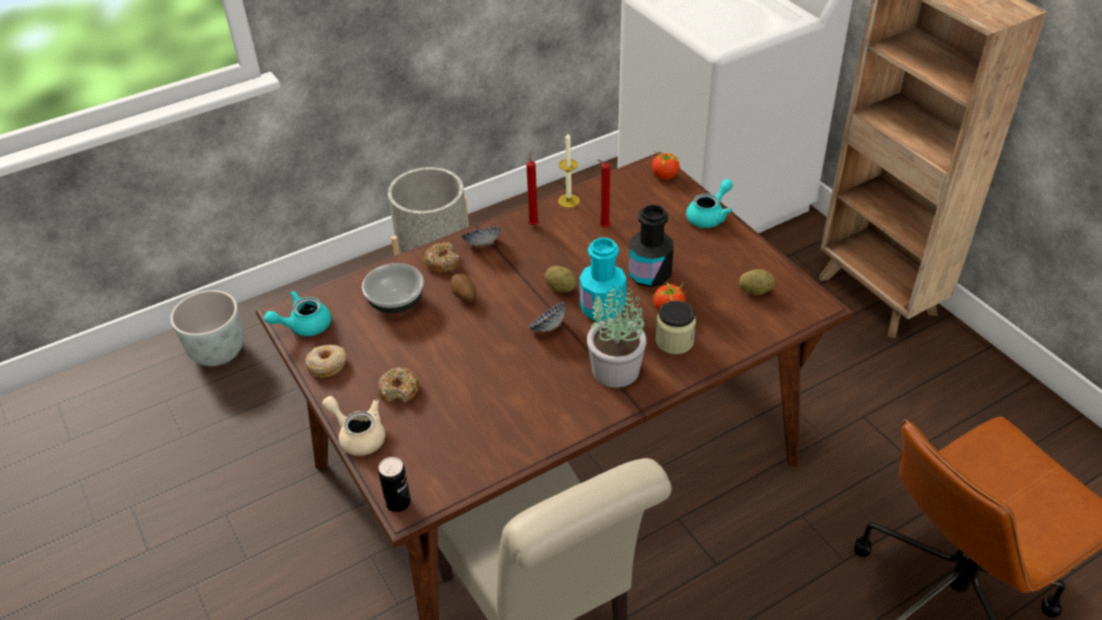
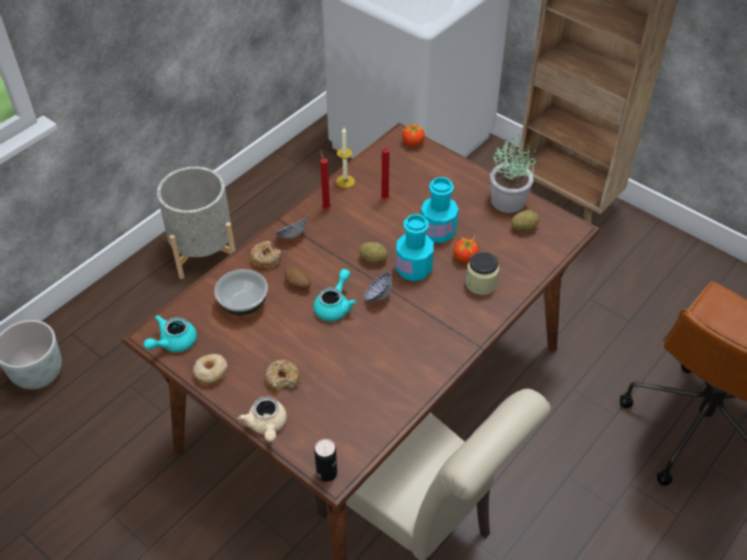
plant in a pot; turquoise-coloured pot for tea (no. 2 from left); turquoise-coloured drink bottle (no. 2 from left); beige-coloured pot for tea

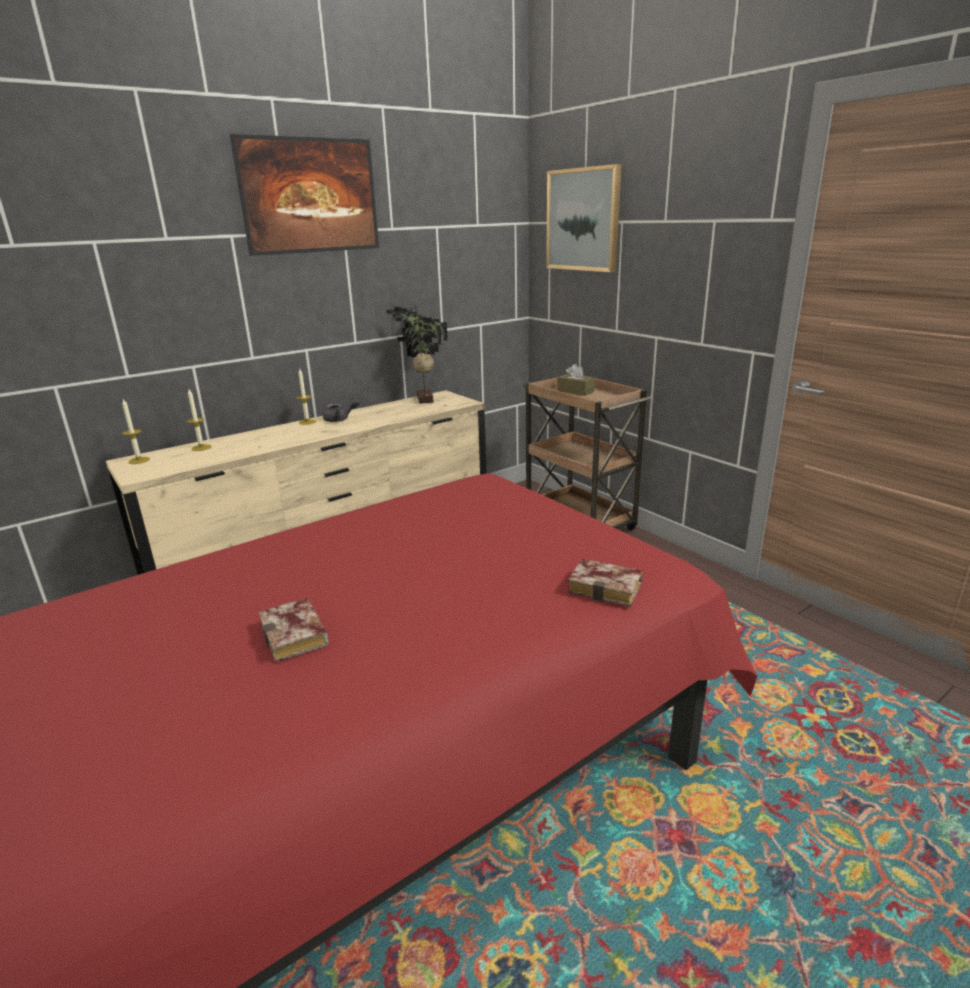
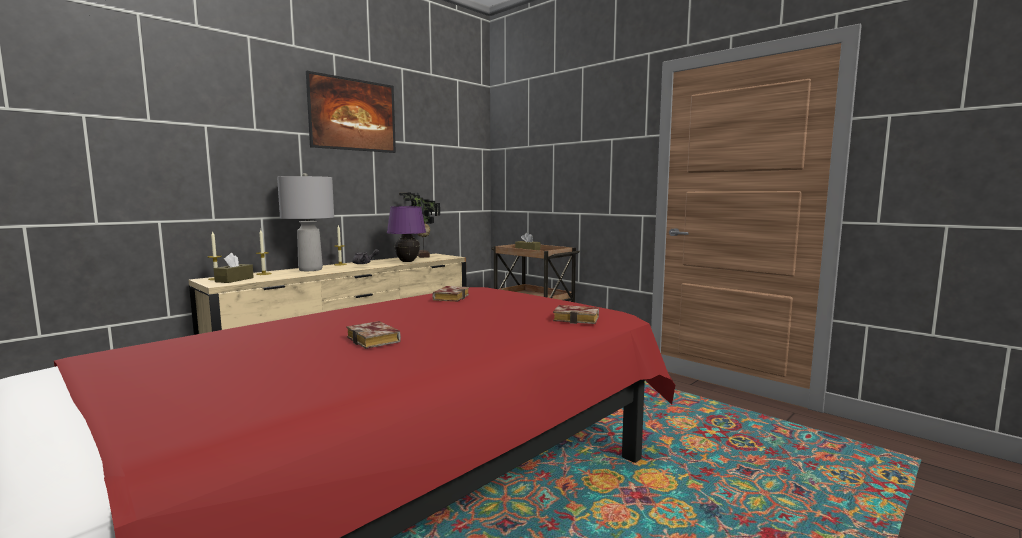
wall art (no. 2 from left in the first image); brown tissue holder (no. 1 from left); grey lamp for a table; purplish lamp for a table; volume (no. 2 from left)

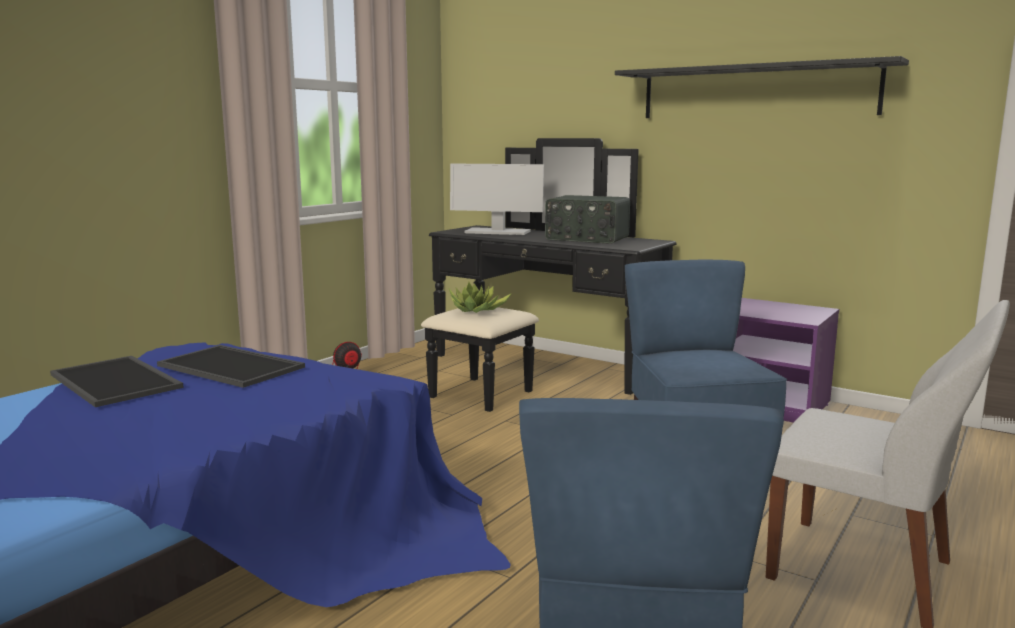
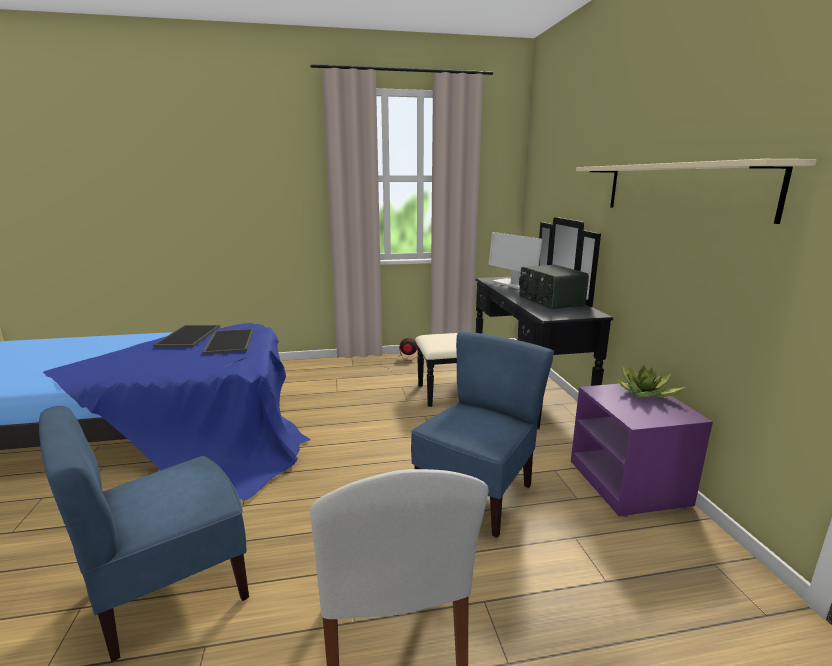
plant in a pot; beige-coloured shelf

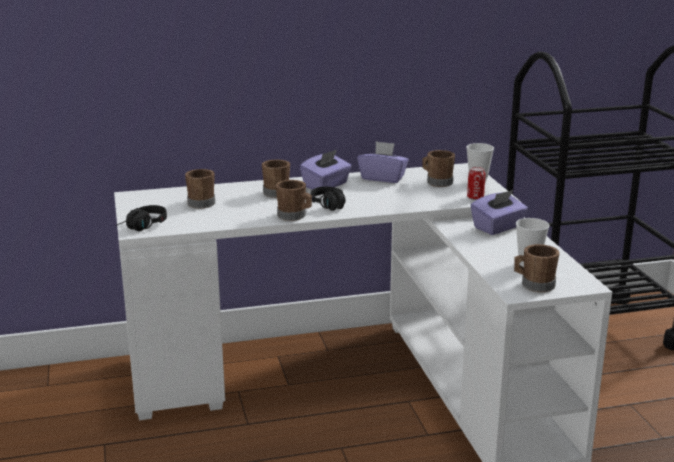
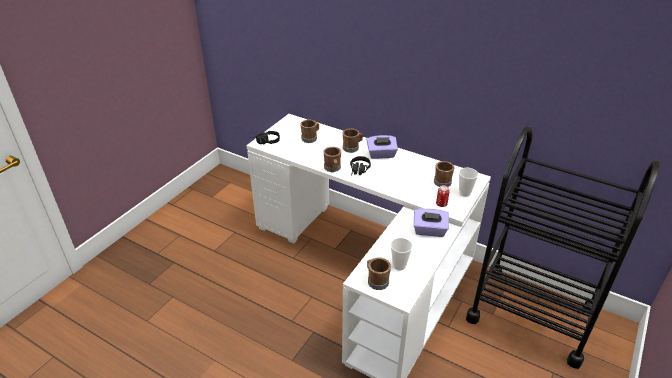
purplish tissue holder (no. 2 from left in the first image)

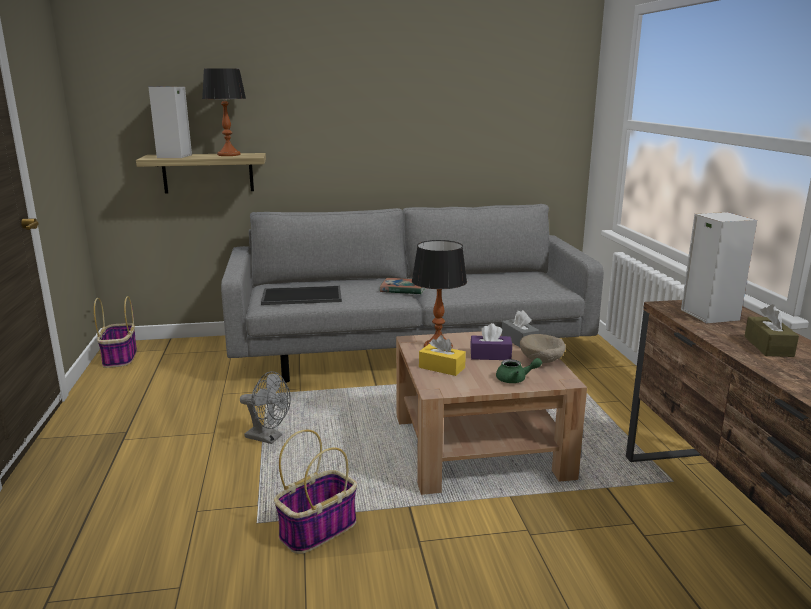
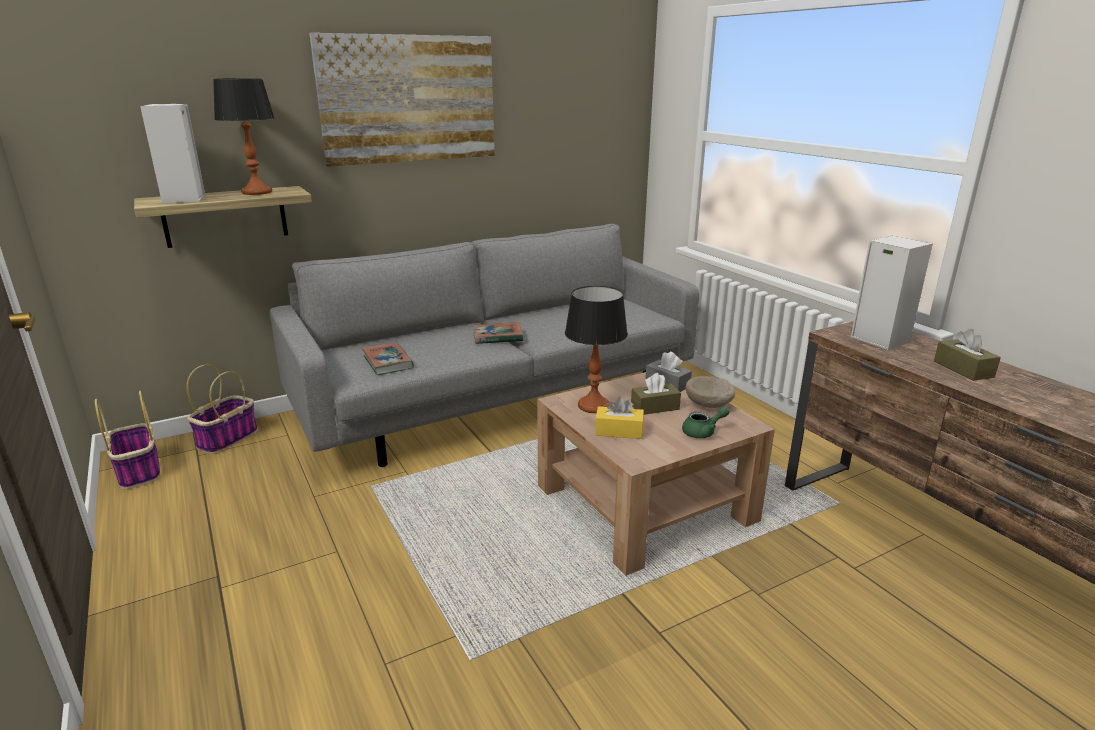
grey fan; wall art; household basket (no. 2 from left); volume (no. 1 from left); brown tissue holder (no. 1 from left)

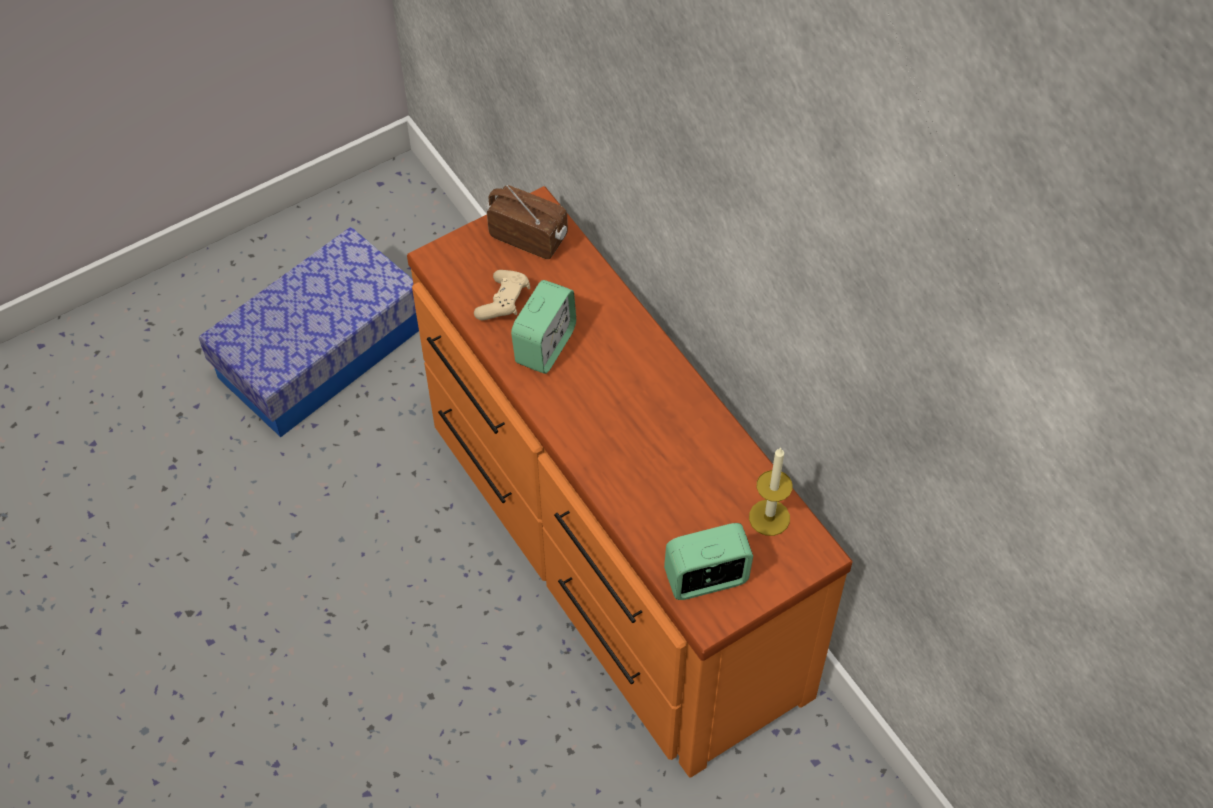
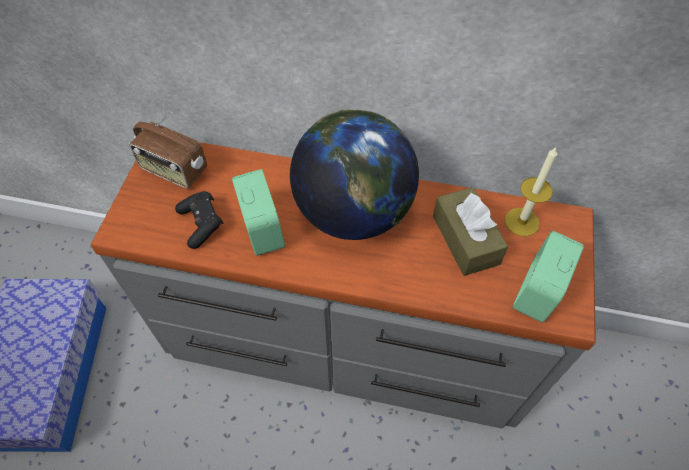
globe; brown tissue holder; grey dresser; black joypad; radio

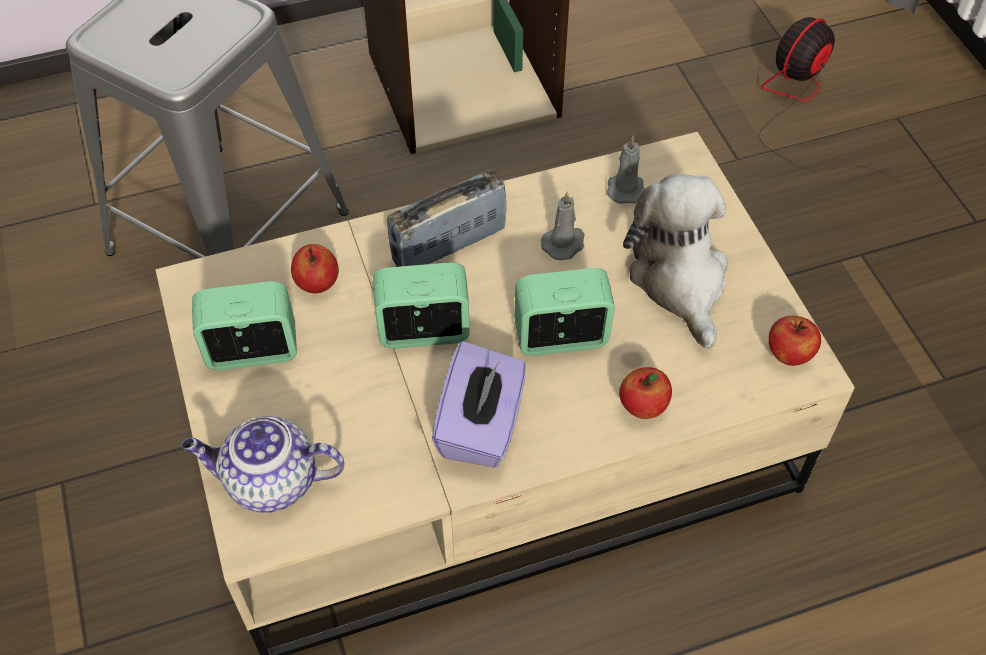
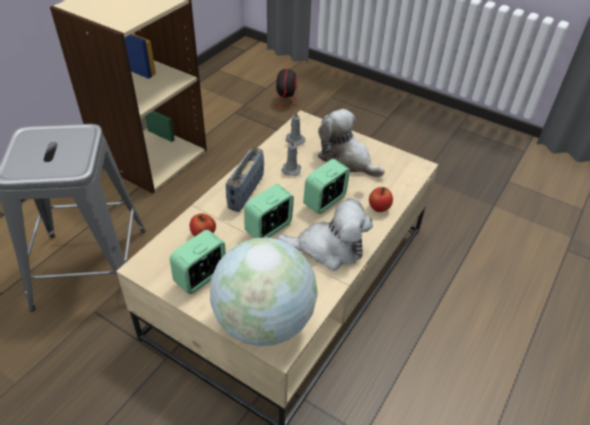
apple (no. 3 from left in the first image); globe; cuddly toy (no. 1 from left)

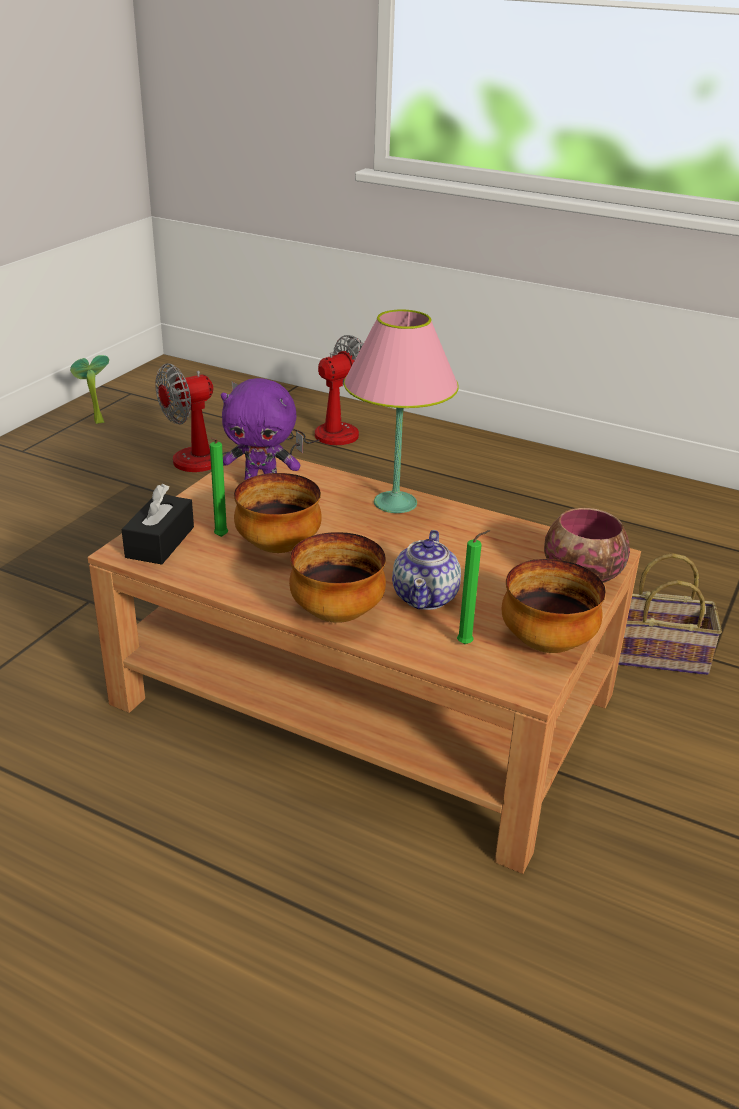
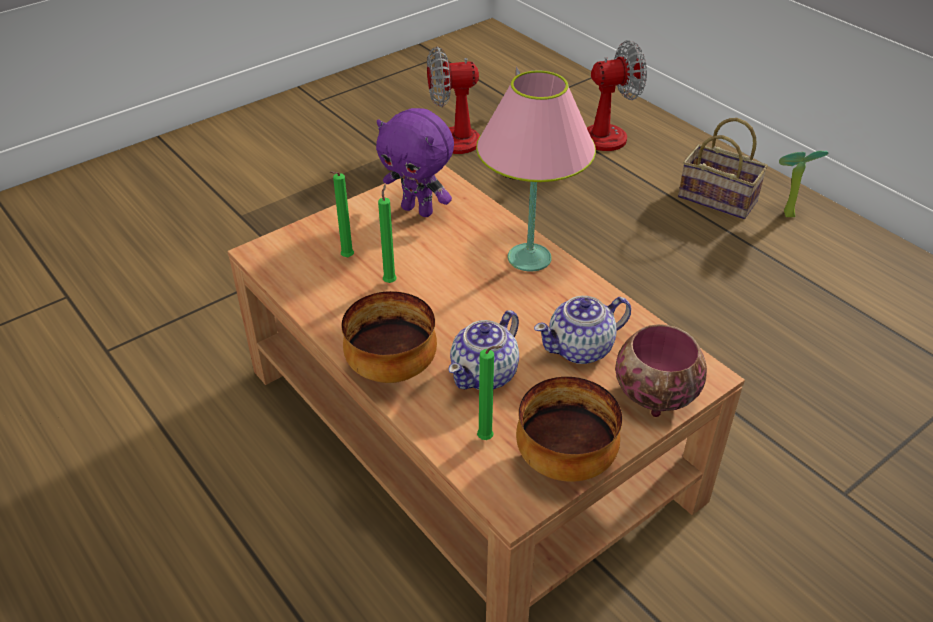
black tissue holder; pot for tea (no. 2 from left); plant in a pot; household basket; greenish wax light (no. 2 from left)

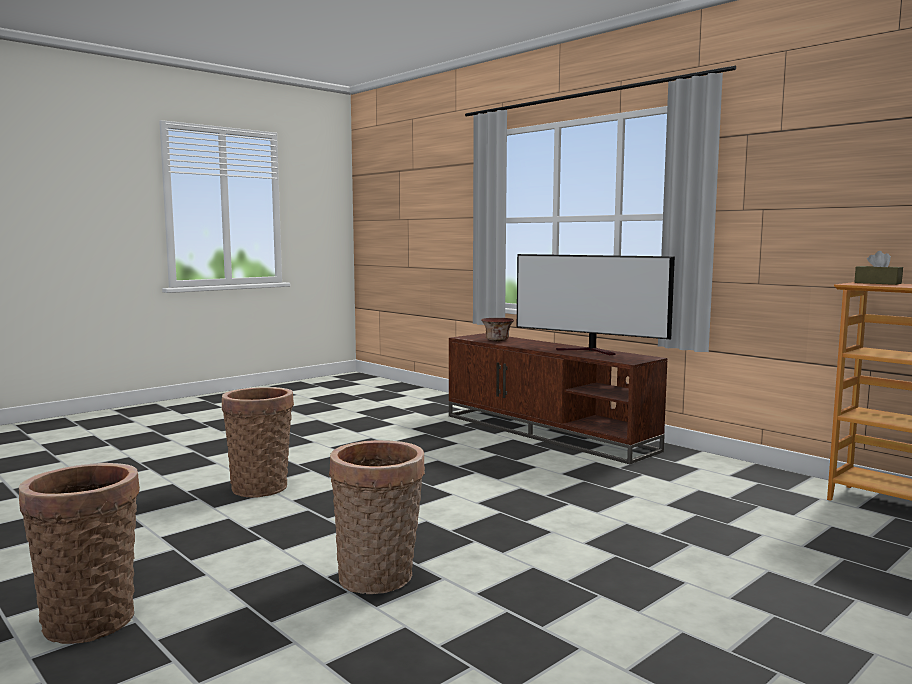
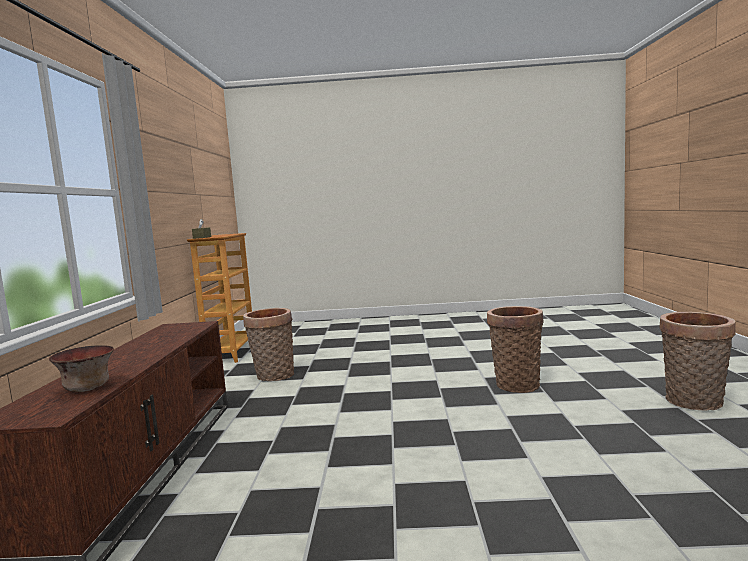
television; household basket (no. 1 from left)

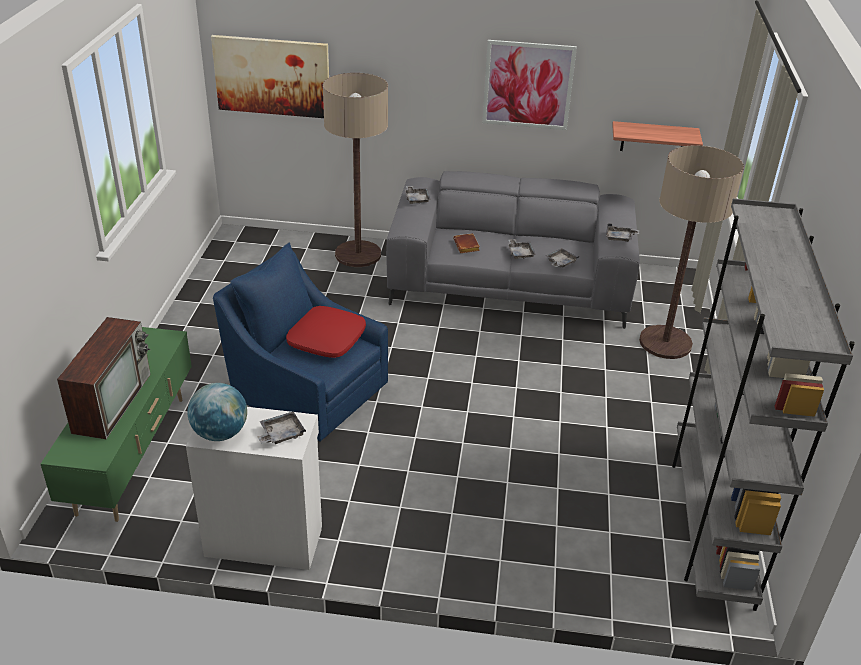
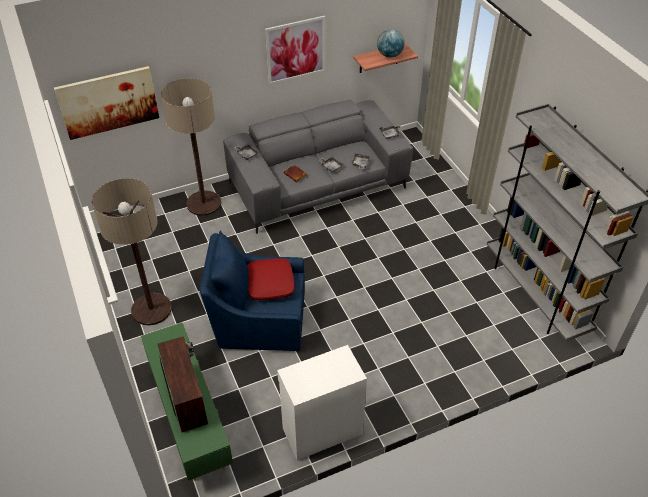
grey serving tray (no. 1 from left in the first image); globe; standard lamp (no. 1 from left)

